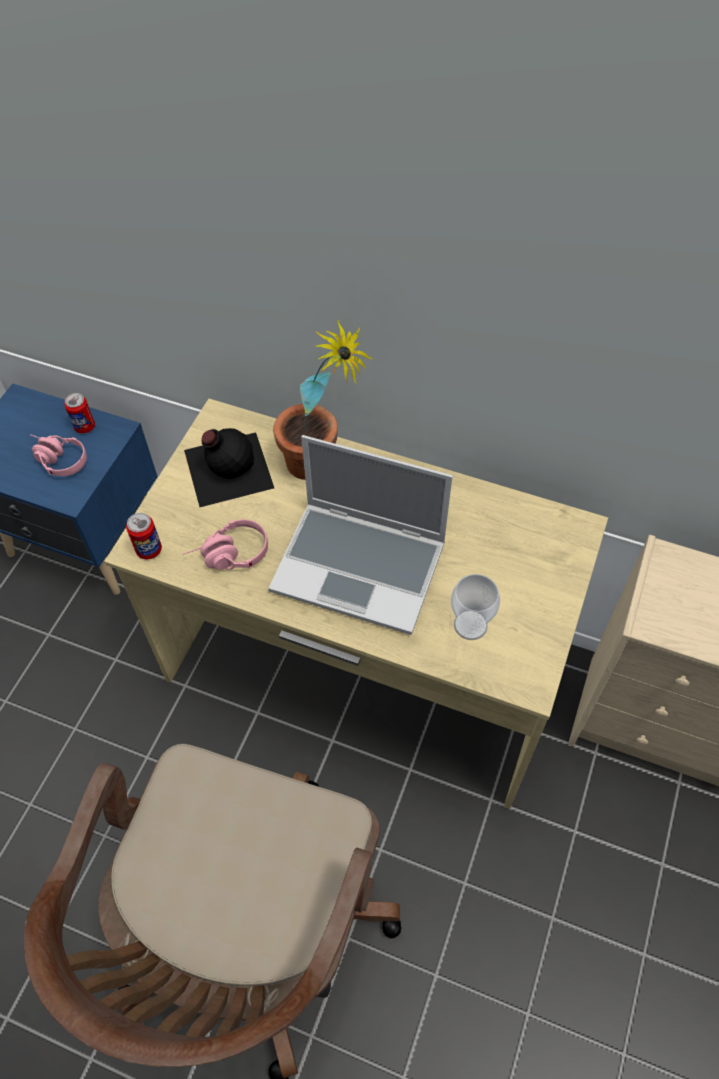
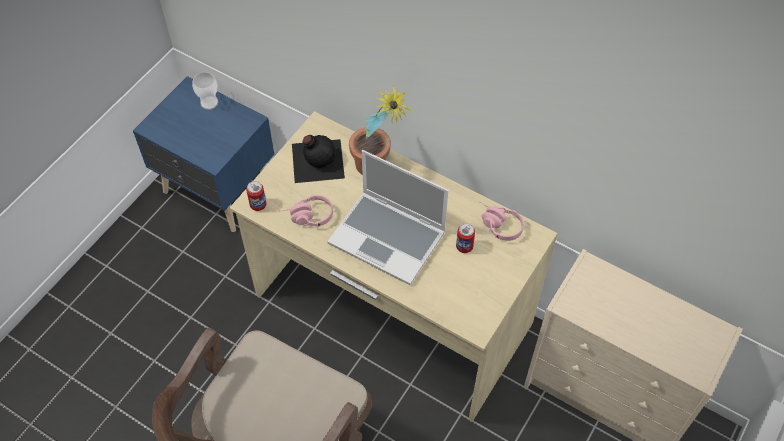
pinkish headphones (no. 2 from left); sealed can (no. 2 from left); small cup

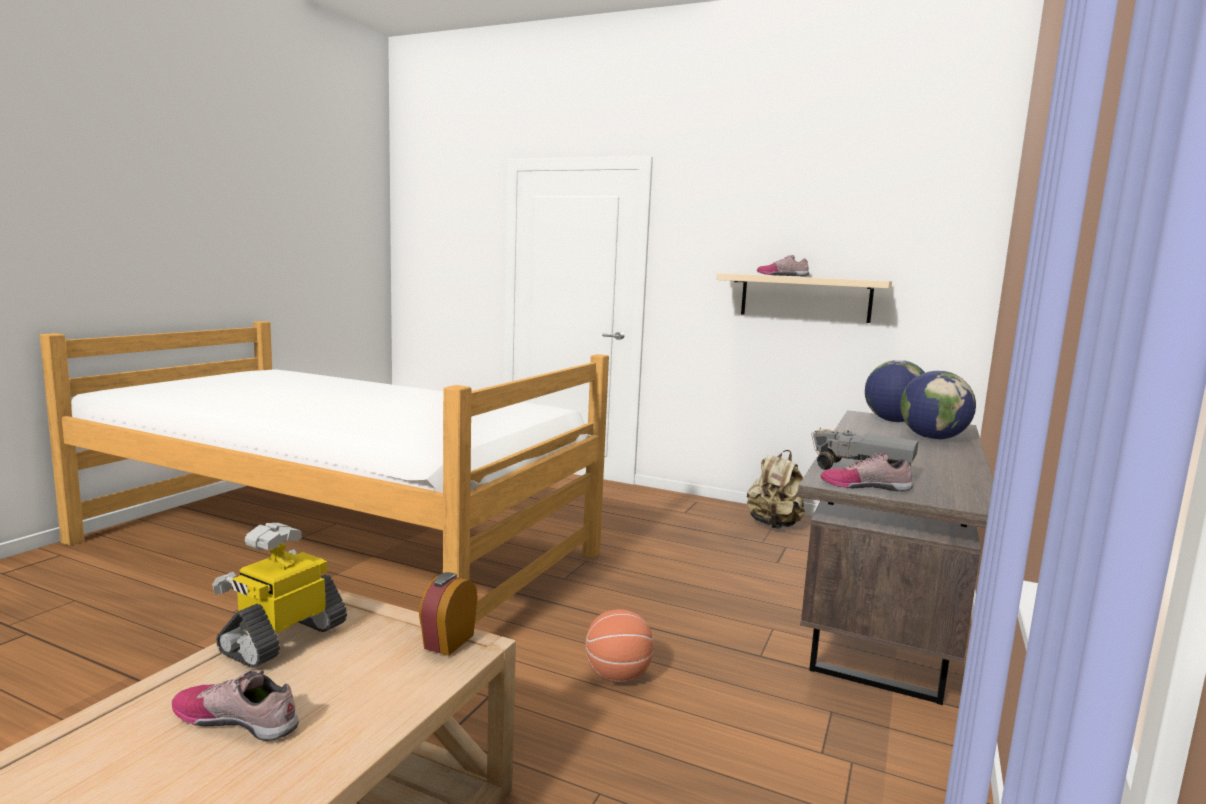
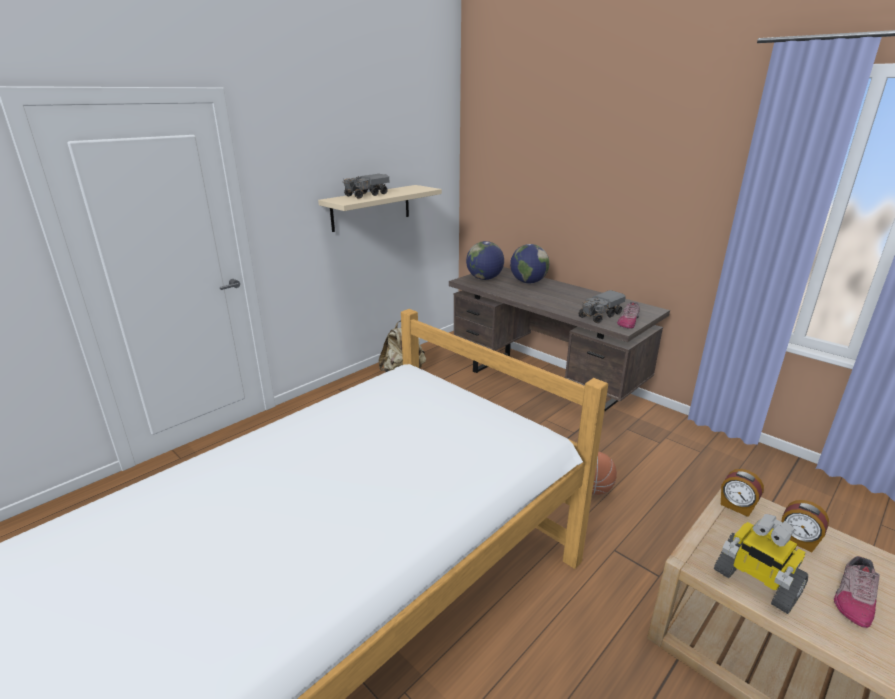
alarm clock (no. 2 from left); model truck (no. 1 from left)

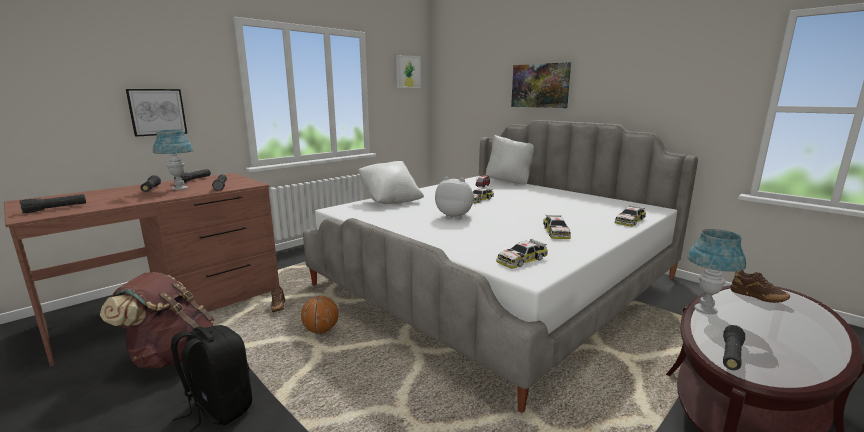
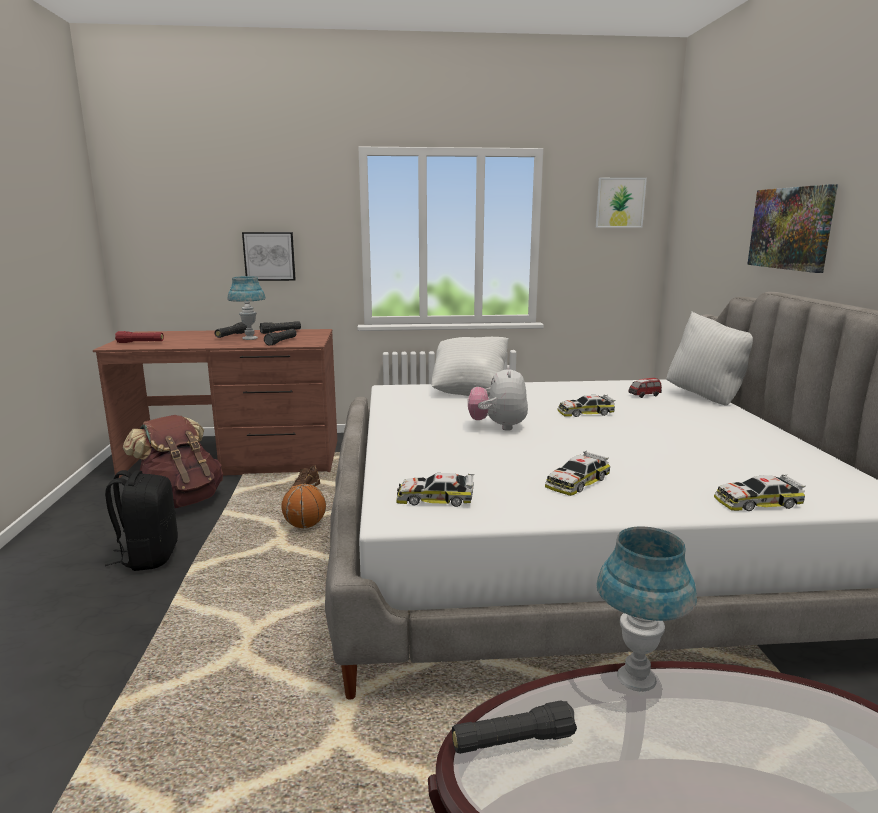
brown item of footwear (no. 2 from left in the first image); red flashlight; cuddly toy

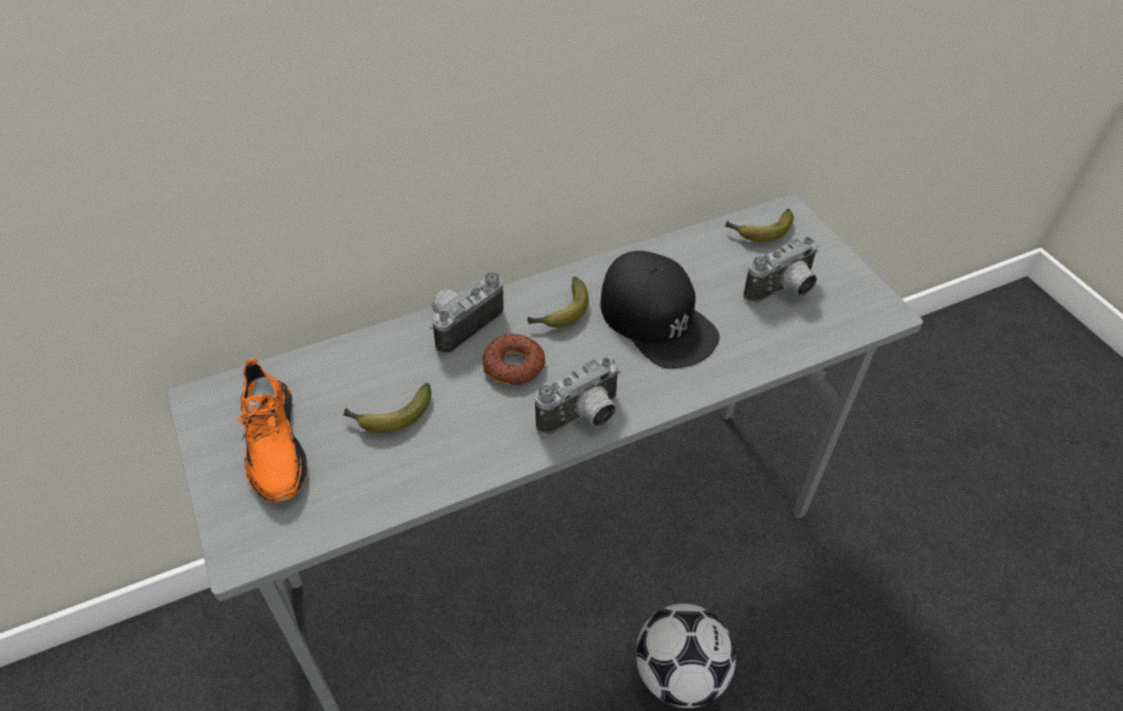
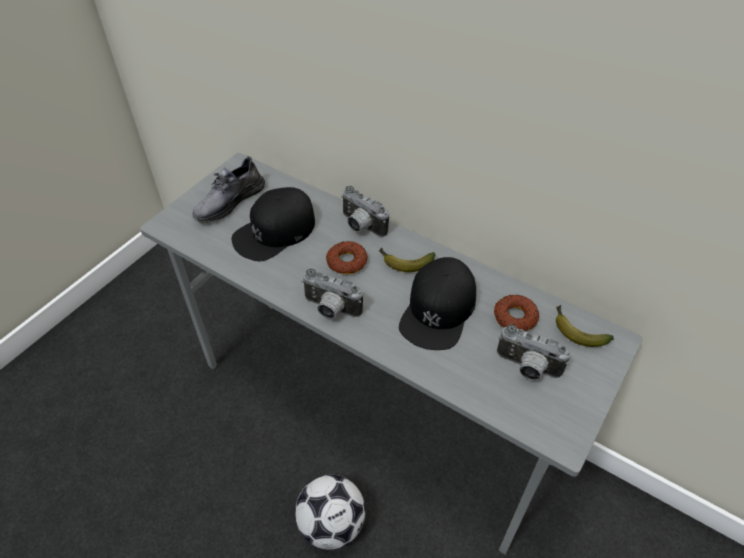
ring doughnut (no. 2 from left); black cap (no. 1 from left); grey item of footwear; still camera (no. 2 from left)

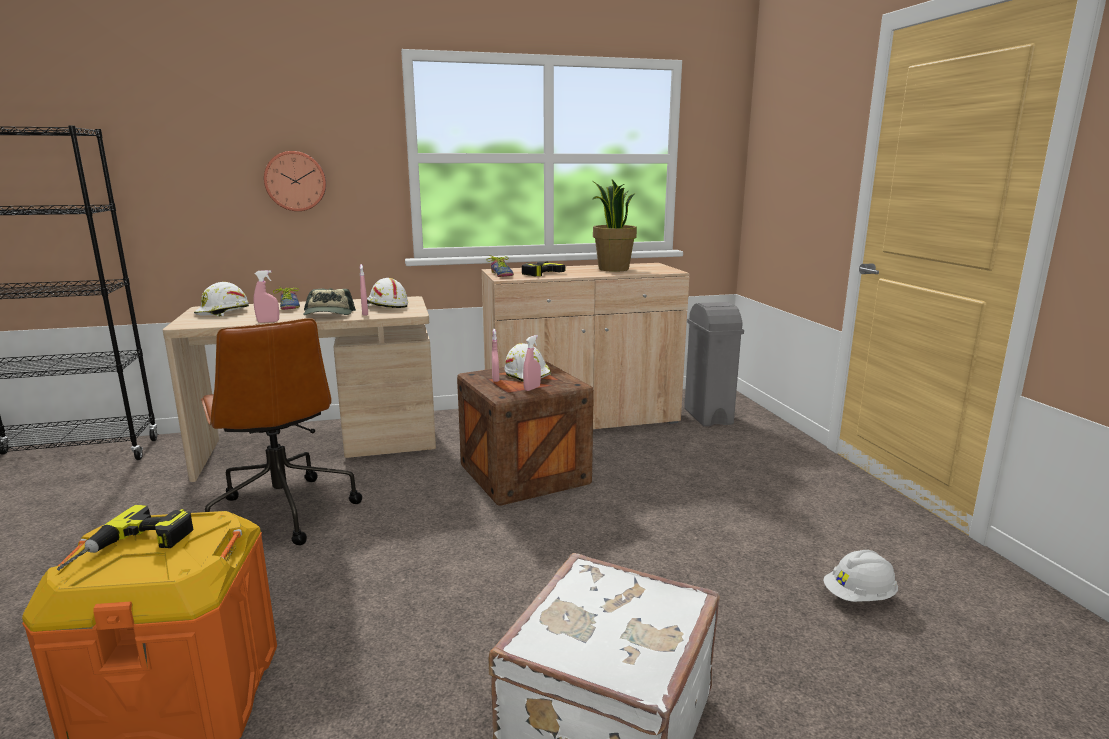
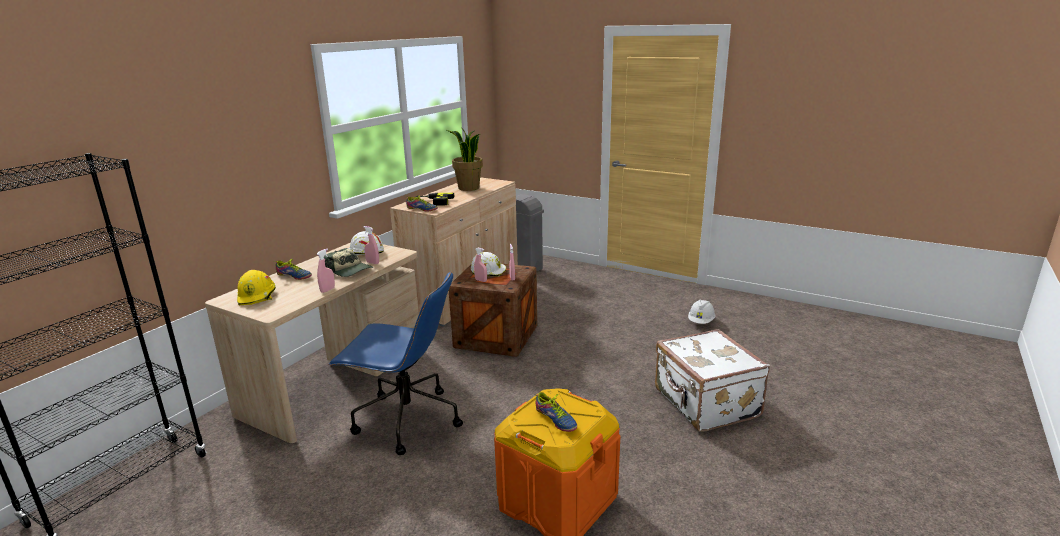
clock on the wall; item of footwear (no. 3 from left); yellow-coloured work helmet; bluish desk chair

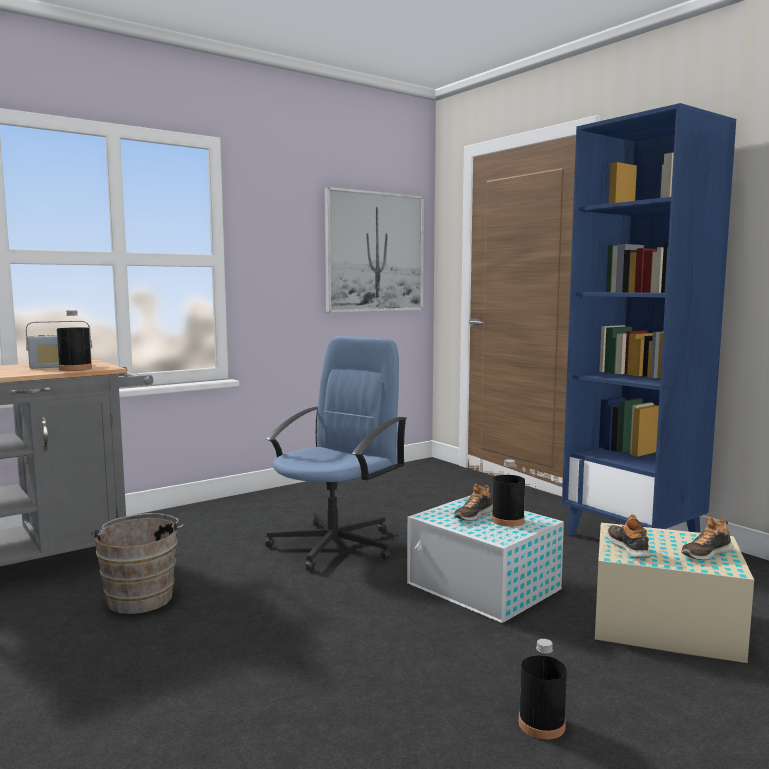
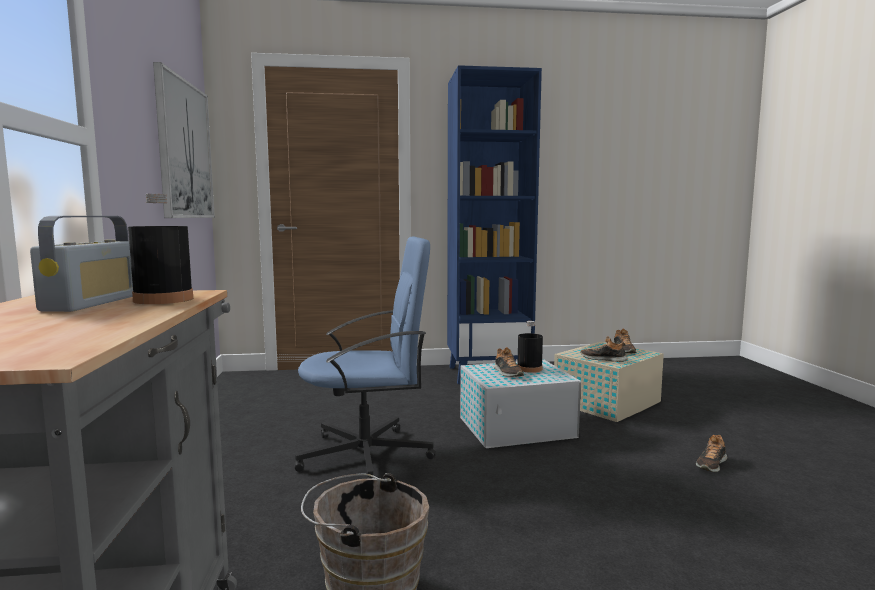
item of footwear (no. 4 from left); bluish desk chair

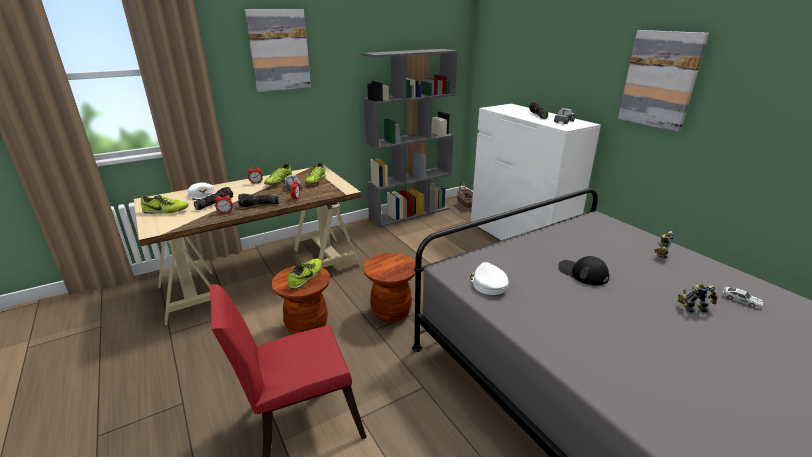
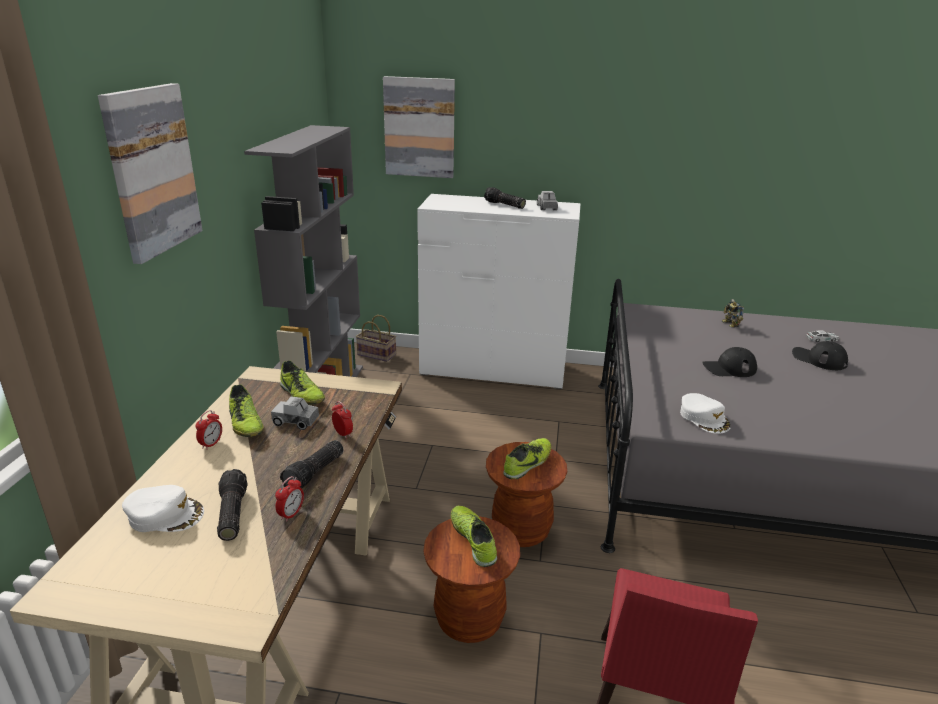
item of footwear (no. 4 from left); wall art (no. 2 from left); black cap (no. 2 from left); white-coloured cap (no. 2 from left)

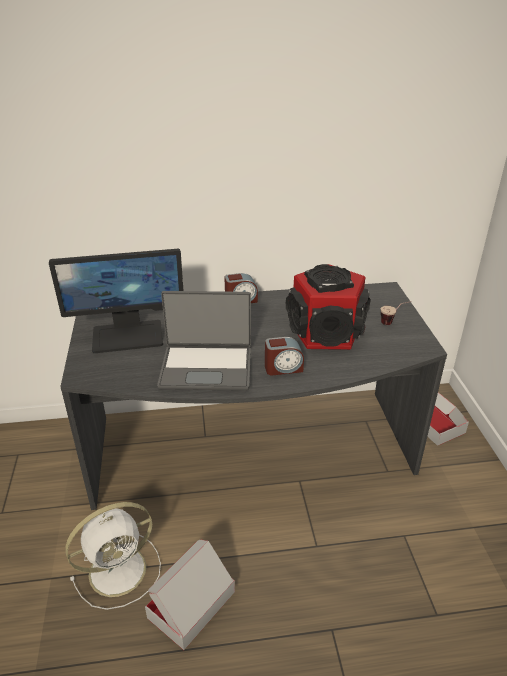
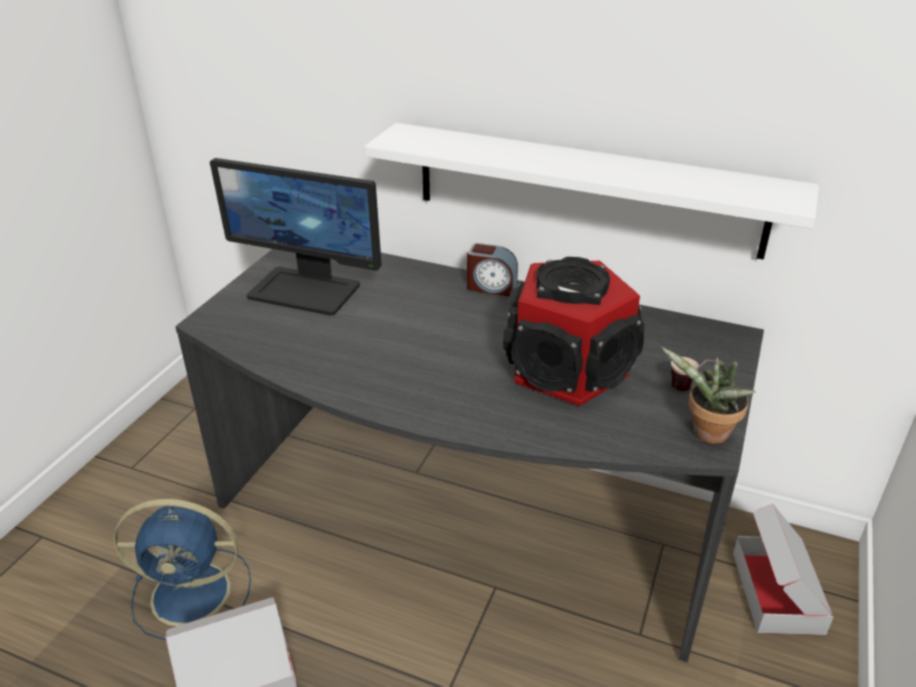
notebook computer; alarm clock (no. 2 from left in the first image); white-coloured shelf; plant in a pot; bluish fan

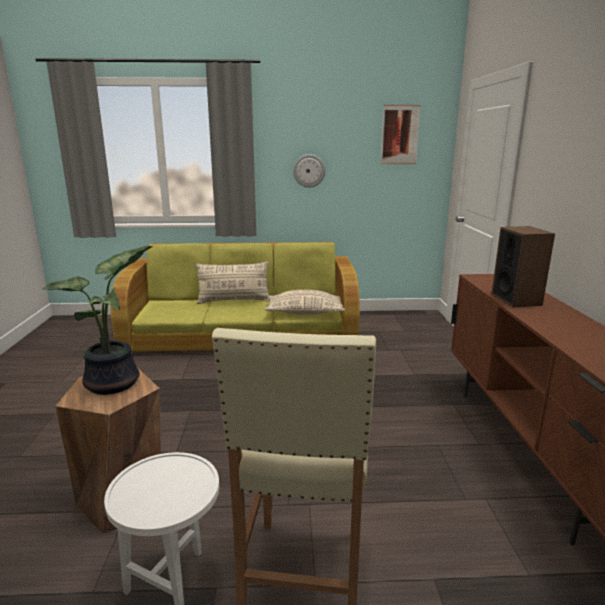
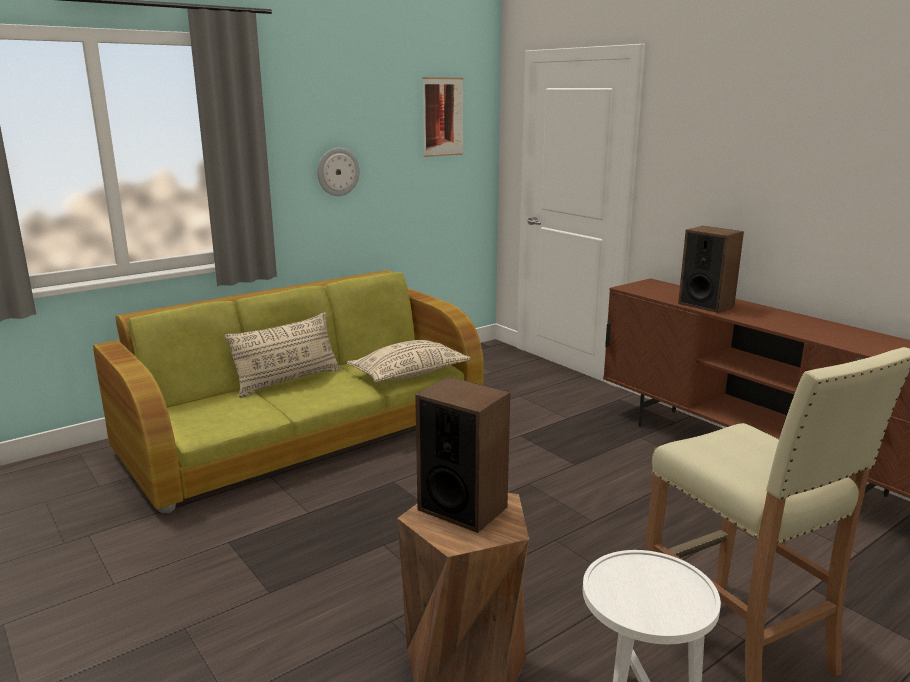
loudspeaker (no. 1 from left)

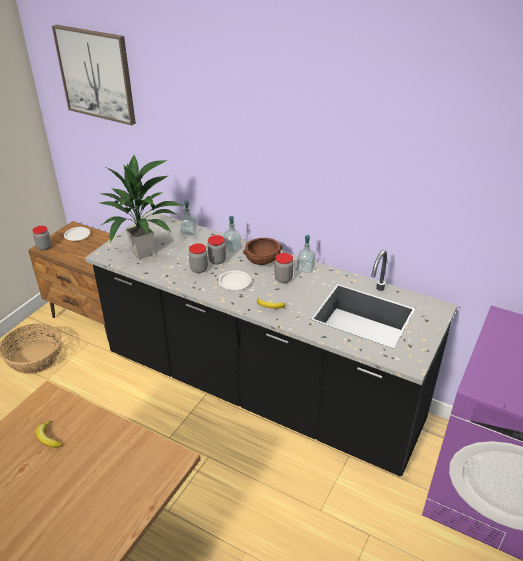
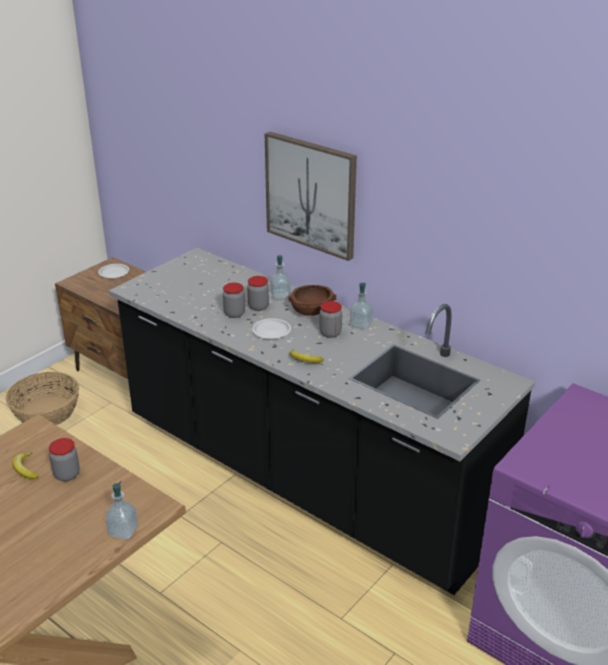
plant in a pot; jar (no. 1 from left); wall art; soap bottle (no. 1 from left)

